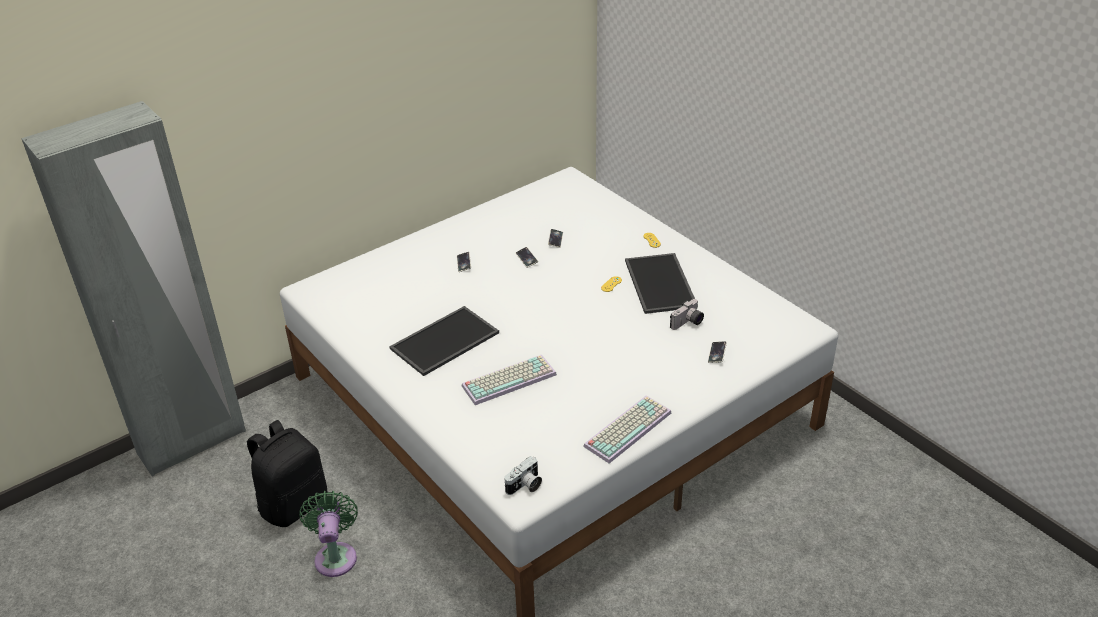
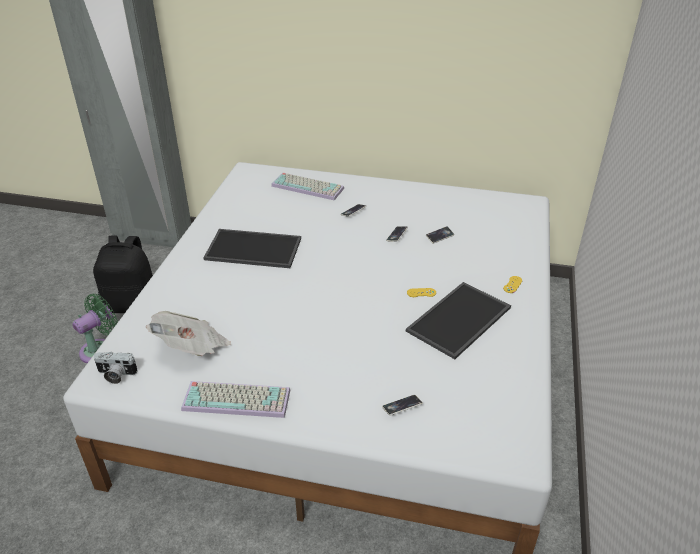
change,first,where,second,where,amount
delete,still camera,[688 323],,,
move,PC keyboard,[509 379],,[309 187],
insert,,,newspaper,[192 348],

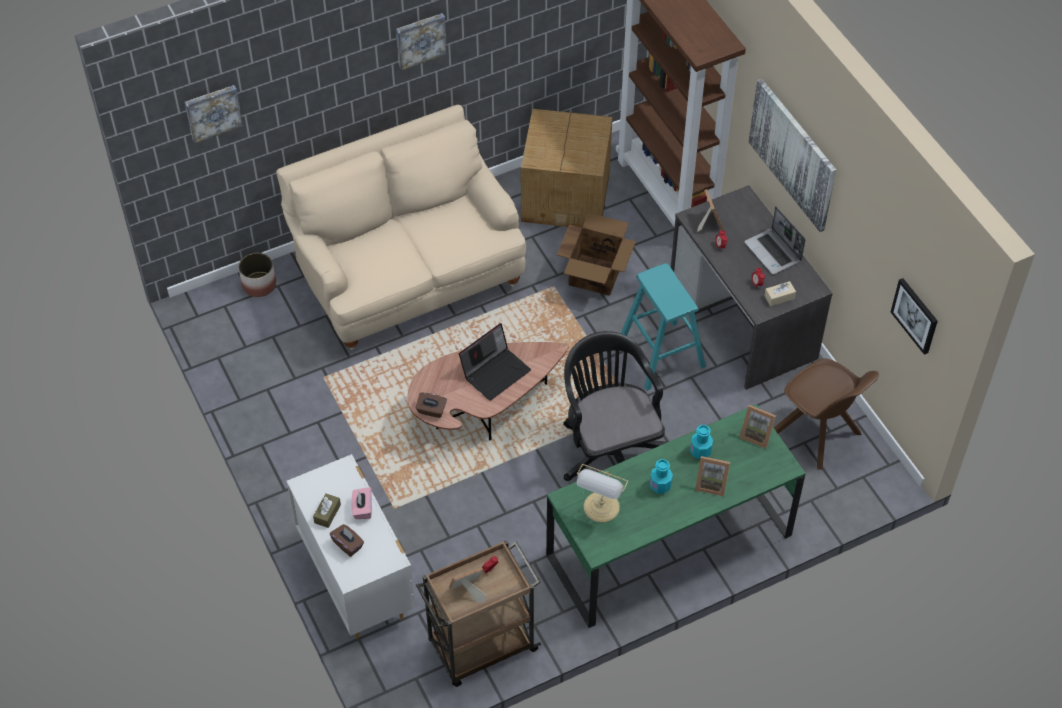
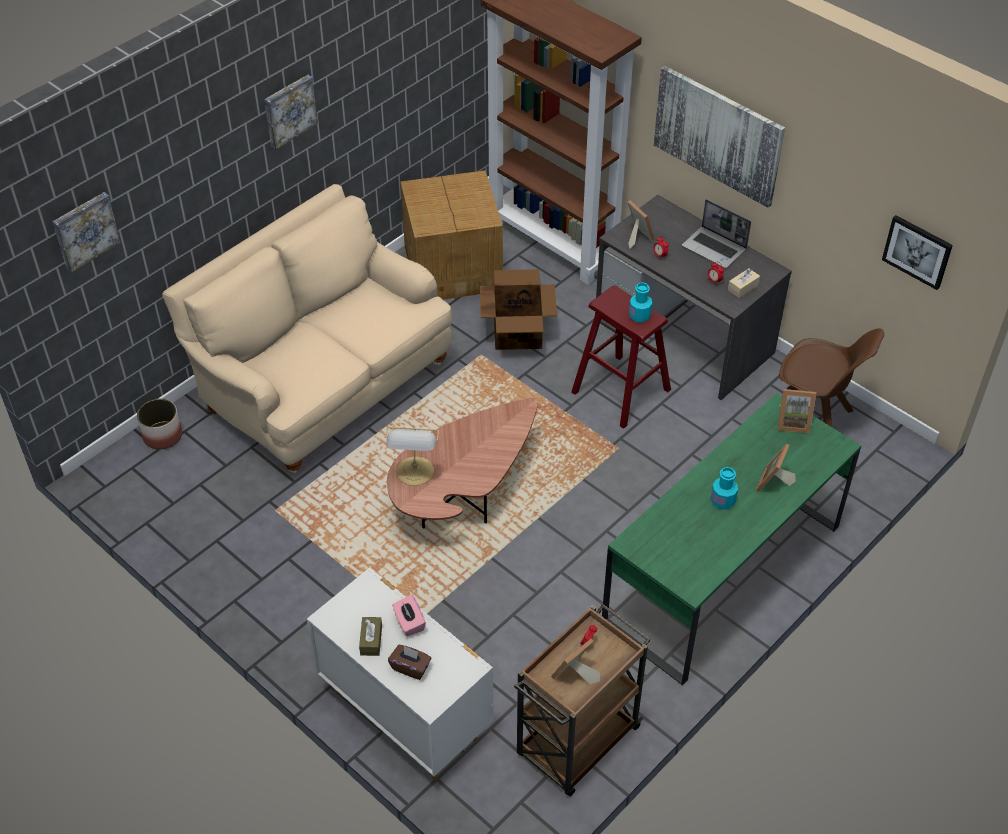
change,first,where,second,where,amount
recolor,stool seat in blue-green,[660 355],stool seat in red,[621 391],
delete,notebook computer,[495 372],,,
delete,computer chair in black,[609 449],,,
delete,box of tissues in brown-coloured,[431 410],,,
move,beverage bottle in blue-green,[700 451],,[639 316],
rotate,standing frame,[711 483],,[773 483],120 degrees clockwise
move,table lamp,[601 508],,[415 473],

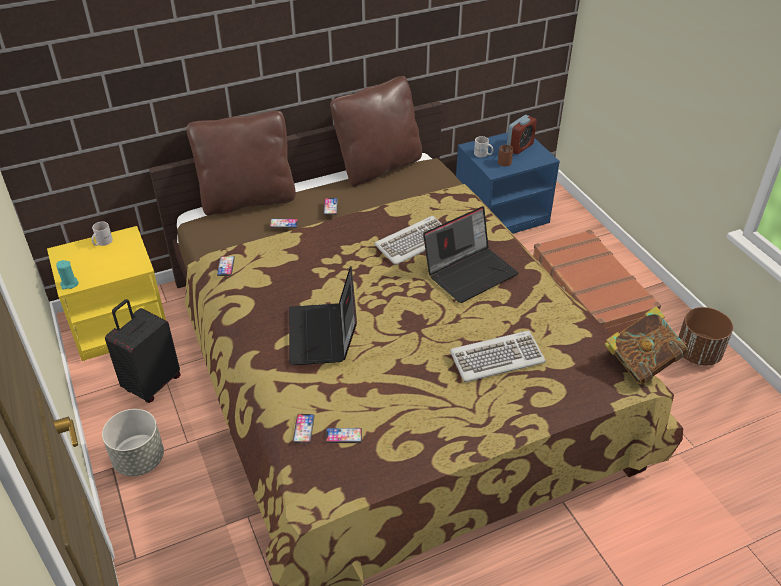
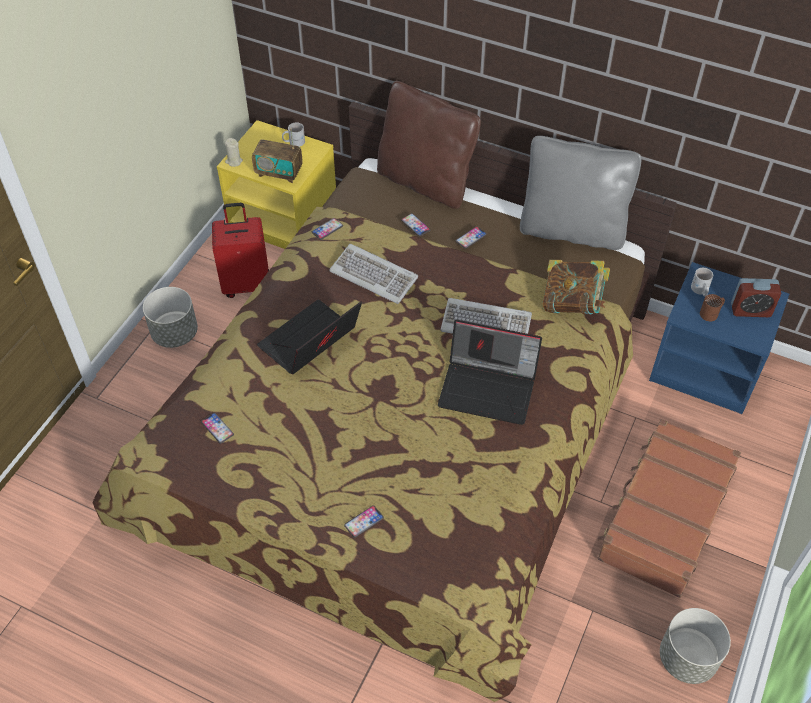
change,first,where,second,where,amount
recolor,cushion in brown-coloured,[378 167],cushion in grey,[572 230],
recolor,candle in blue-green,[69 284],candle in beige-coloured,[234 161],
recolor,piece of luggage in black,[152 384],piece of luggage in red,[247 284],
move,book,[641 363],,[572 303],
recolor,flower pot in brown-coloured,[698 353],flower pot in grey,[687 659],
move,PC keyboard,[497 358],,[374 275],
move,handset,[303 429],,[364 522],
insert,,,radio set,[279 173],

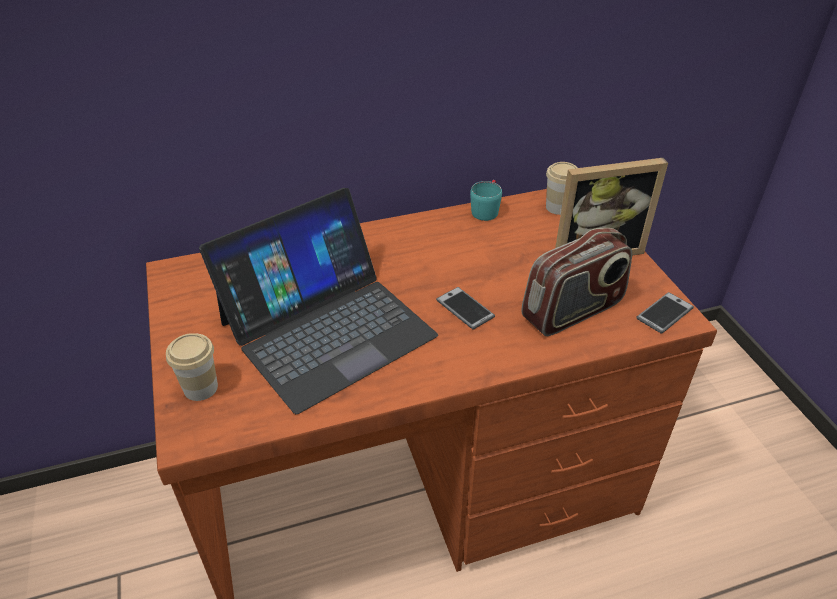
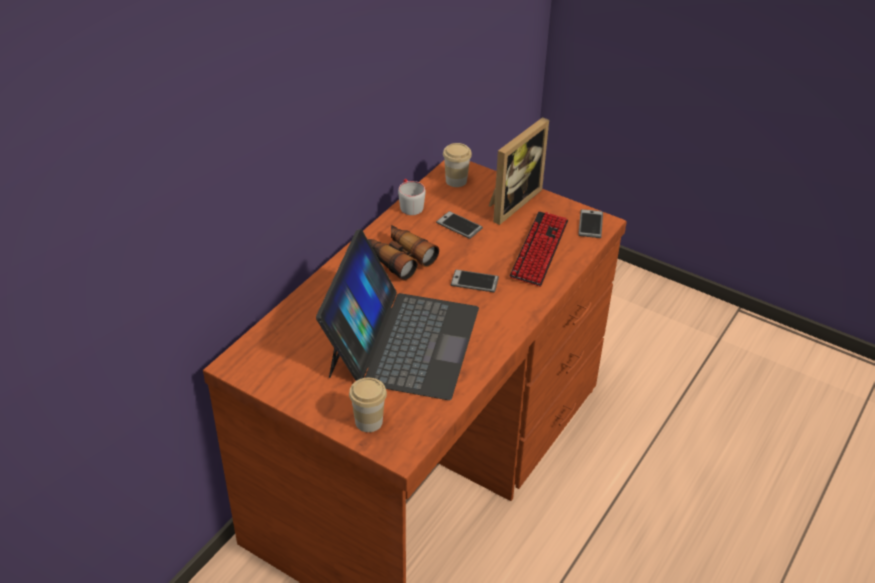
change,first,where,second,where,amount
recolor,coffee mug in blue-green,[486 209],coffee mug in grey,[409 205],
replace,radio set,[573 311],PC keyboard,[539 249],
insert,,,handset,[459 225],
insert,,,binoculars,[398 258],

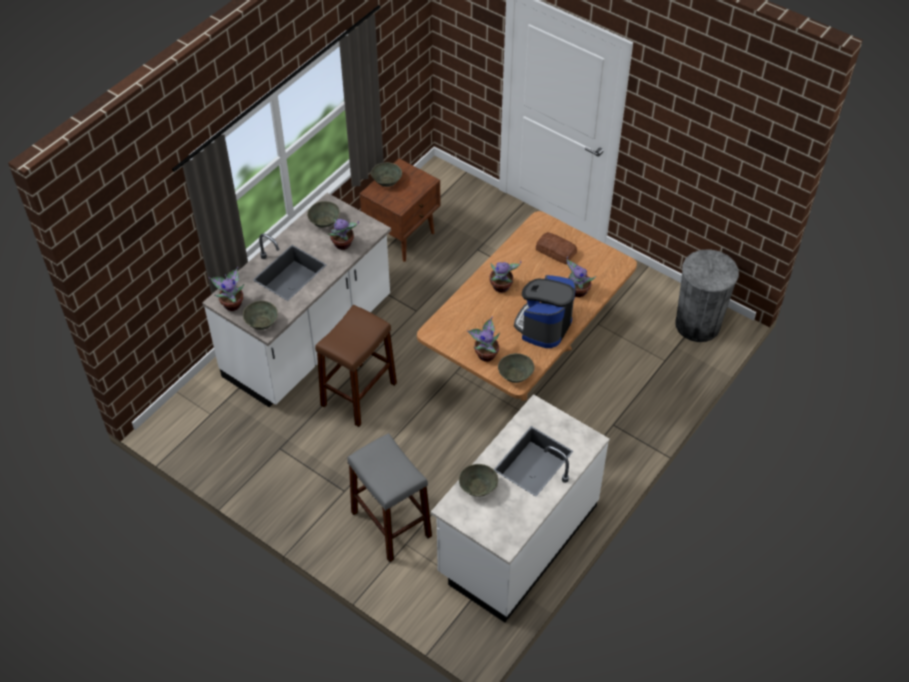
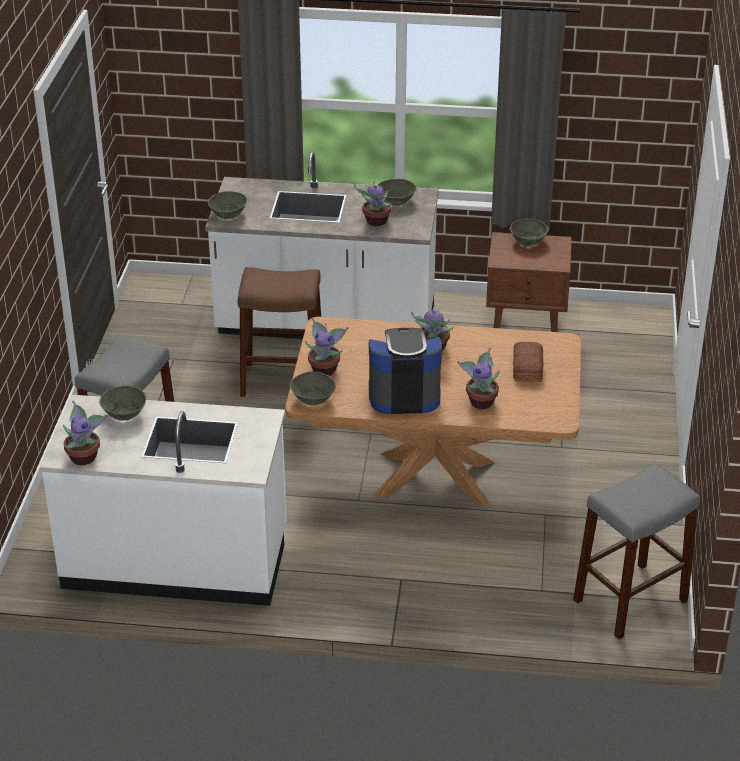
change,first,where,second,where,amount
replace,trash can in grey,[697 324],stool seat in grey,[630 600],
move,potted plant,[232 303],,[85 457],

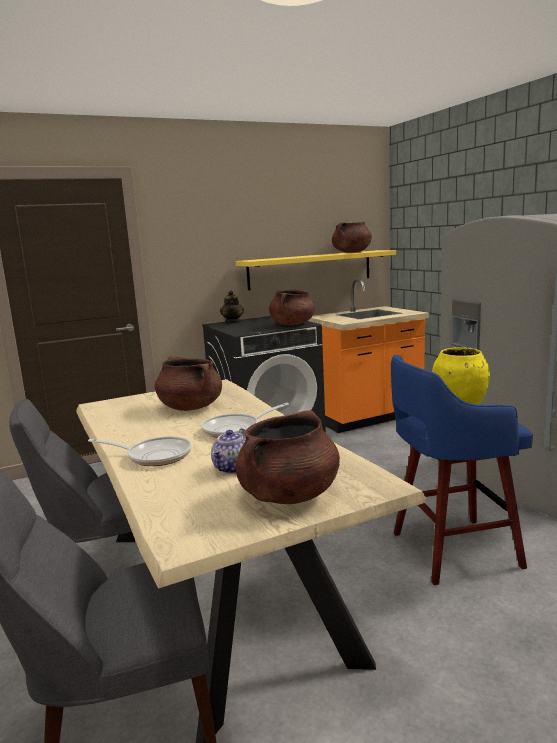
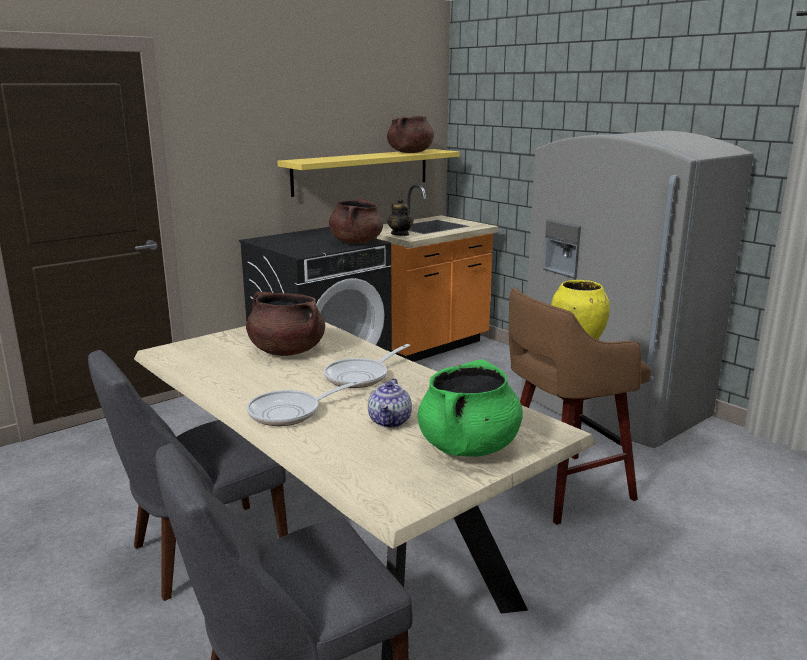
change,first,where,second,where,amount
move,teapot,[233 322],,[400 234],
recolor,stool seat in blue,[451 550],stool seat in brown-coloured,[562 488],
recolor,cooking pot in brown-coloured,[289 495],cooking pot in greenish,[468 447],
rotate,pan,[154 456],,[290 412],150 degrees clockwise

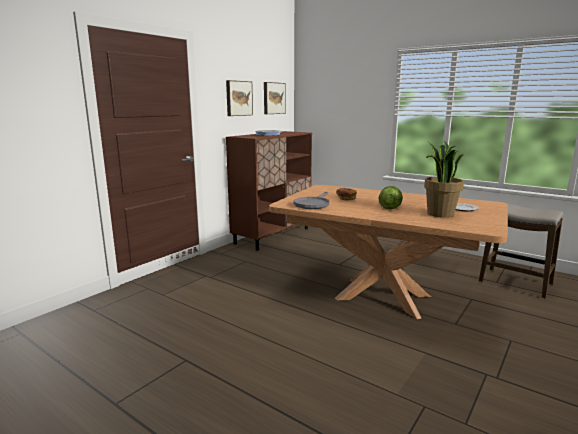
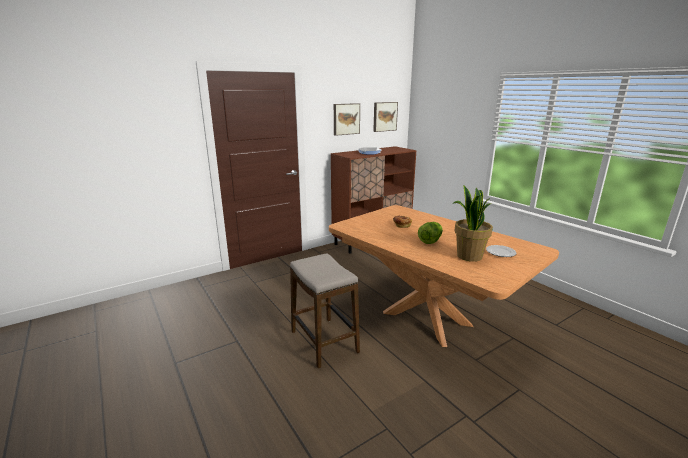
change,first,where,second,where,amount
delete,pan in grey,[313 204],,,
move,stool seat,[515 283],,[324 342],

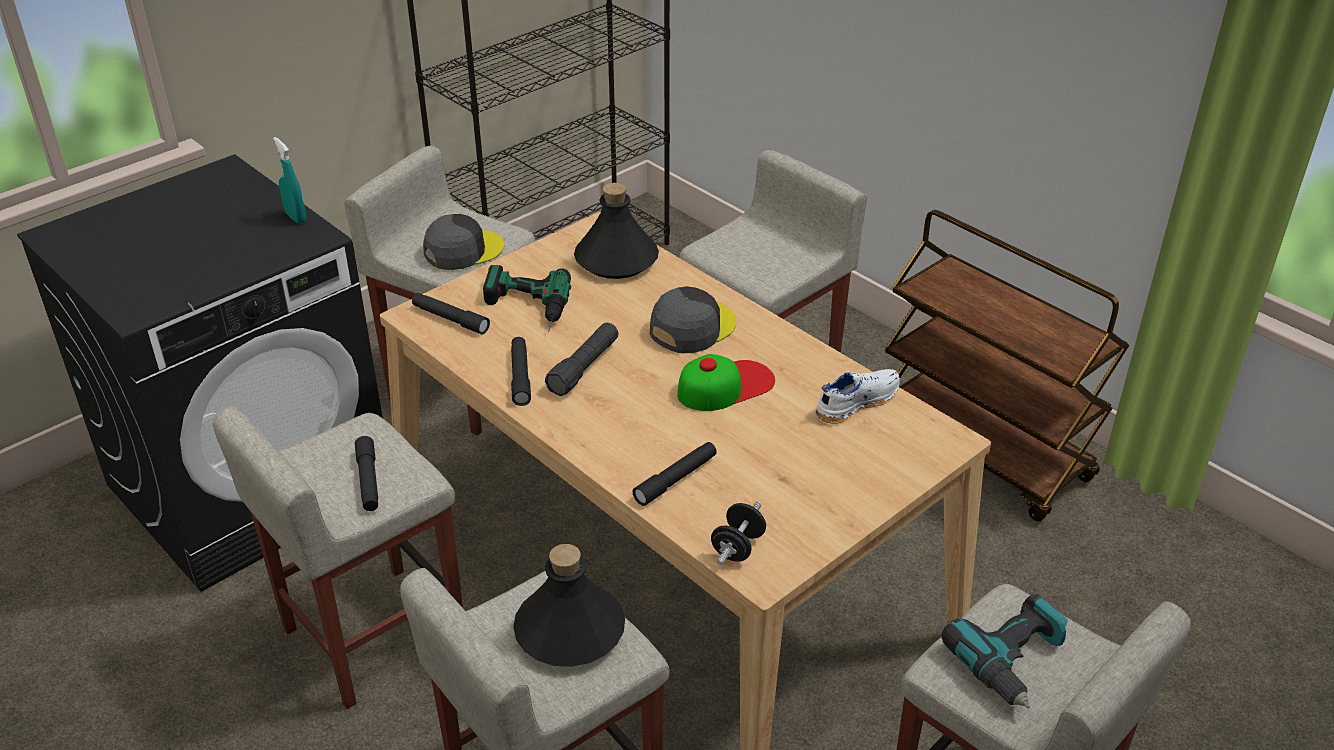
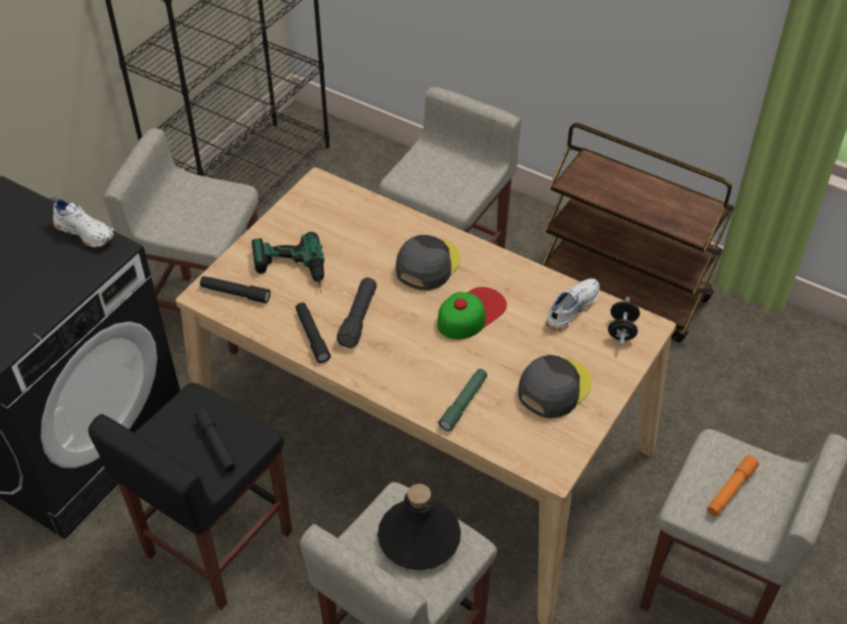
change,first,where,second,where,amount
replace,spray bottle in blue-green,[295 217],item of footwear in white-coloured,[86 232],
delete,beverage bottle in black,[615 260],,,
move,cap in grey,[463 250],,[554 388],
recolor,stool seat in beige-coloured,[371 636],stool seat in black,[217 545],
recolor,flashlight in black,[676 479],flashlight in greenish,[463 403],
move,free weight in black,[738 547],,[622 330],
replace,electric drill,[1013 661],flashlight in orange,[730 490],

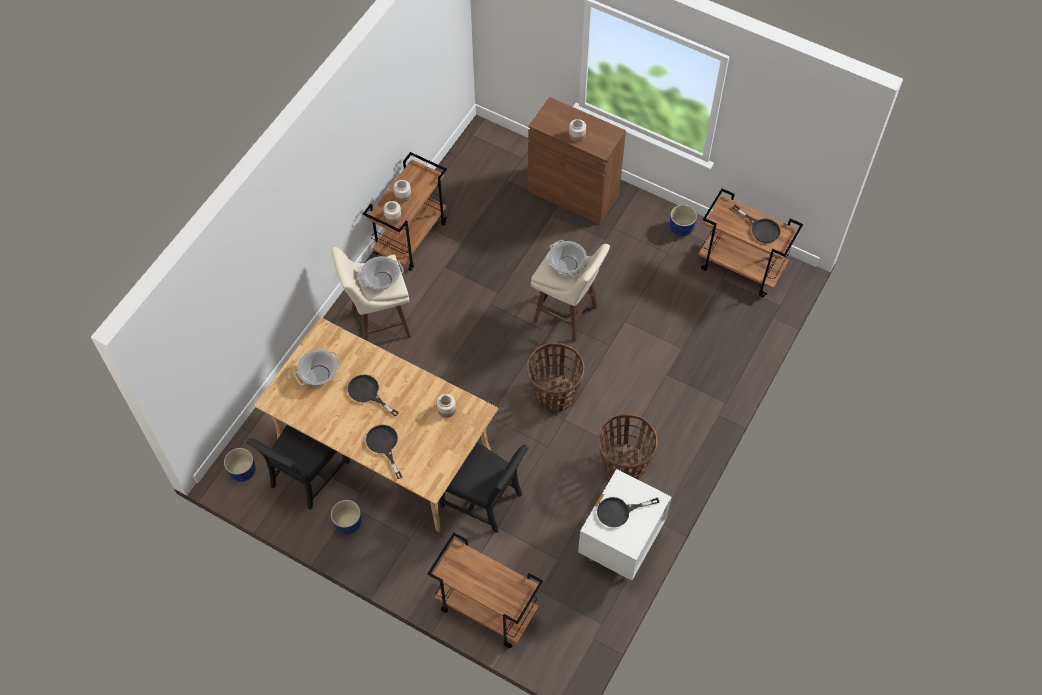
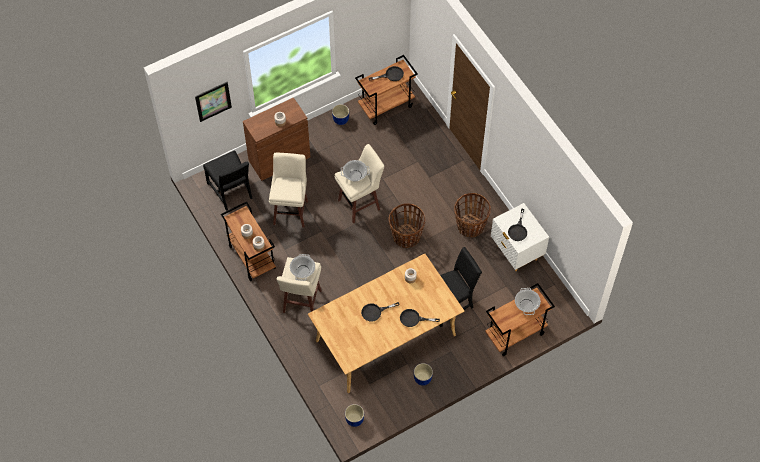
change,first,where,second,where,amount
move,cooking pot,[319 374],,[526 305],
move,upright chair in black,[307 475],,[231 191],
insert,,,wall picture,[213 101],
insert,,,stool seat in beige-coloured,[291 211],

